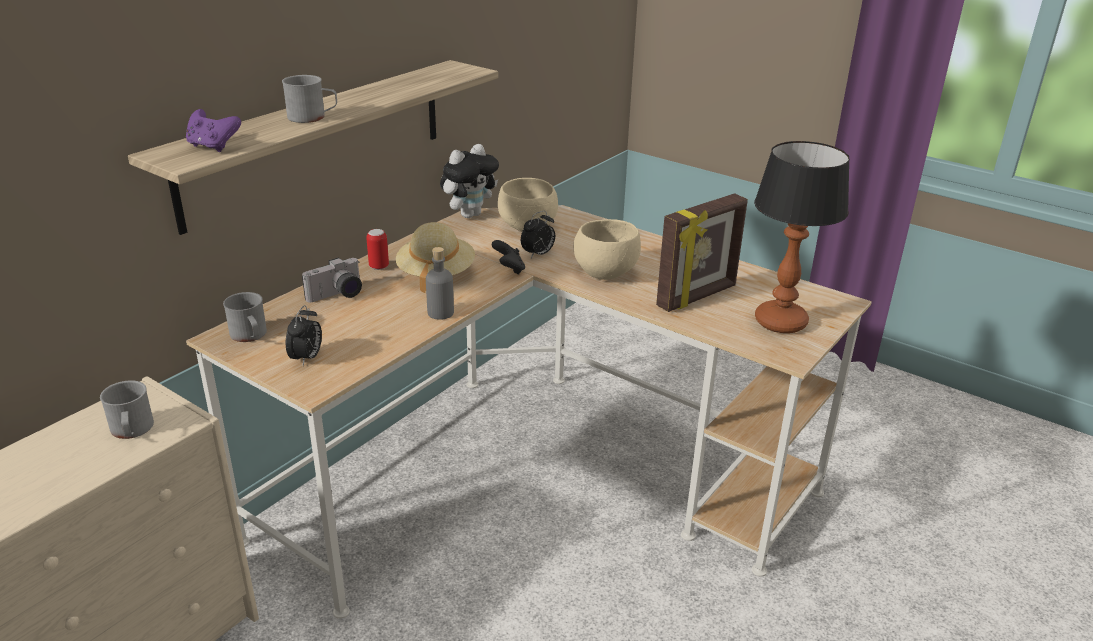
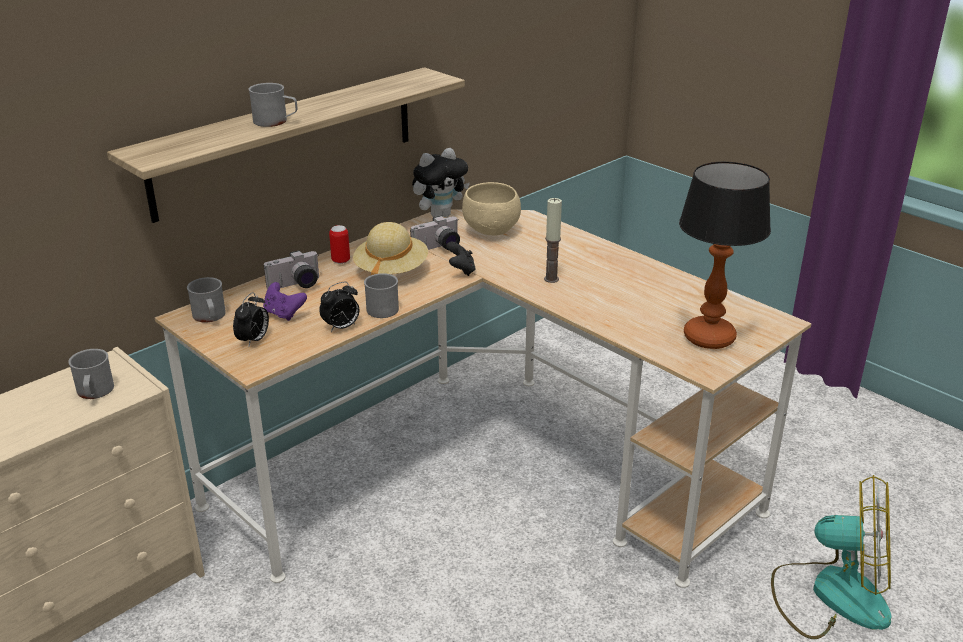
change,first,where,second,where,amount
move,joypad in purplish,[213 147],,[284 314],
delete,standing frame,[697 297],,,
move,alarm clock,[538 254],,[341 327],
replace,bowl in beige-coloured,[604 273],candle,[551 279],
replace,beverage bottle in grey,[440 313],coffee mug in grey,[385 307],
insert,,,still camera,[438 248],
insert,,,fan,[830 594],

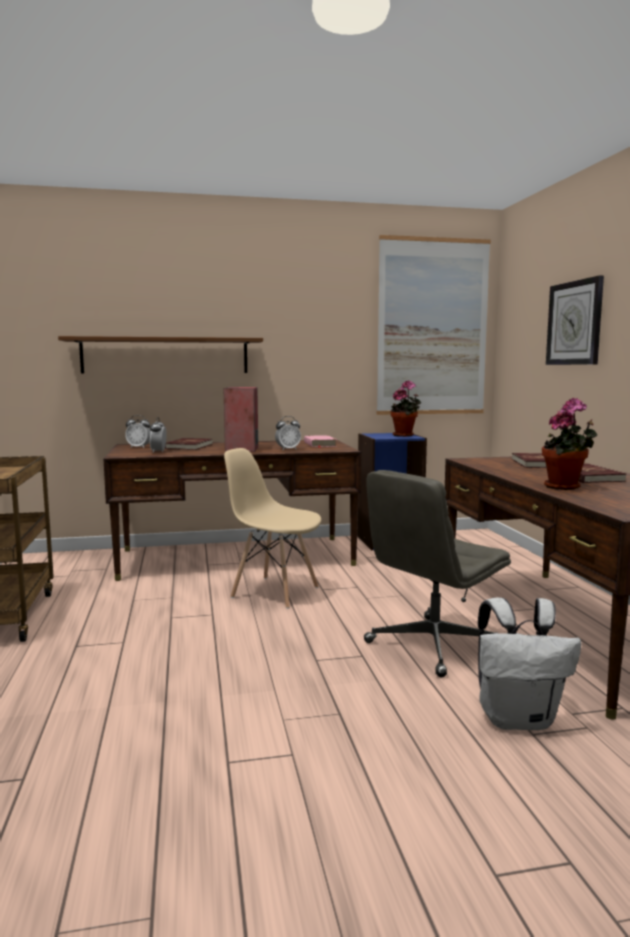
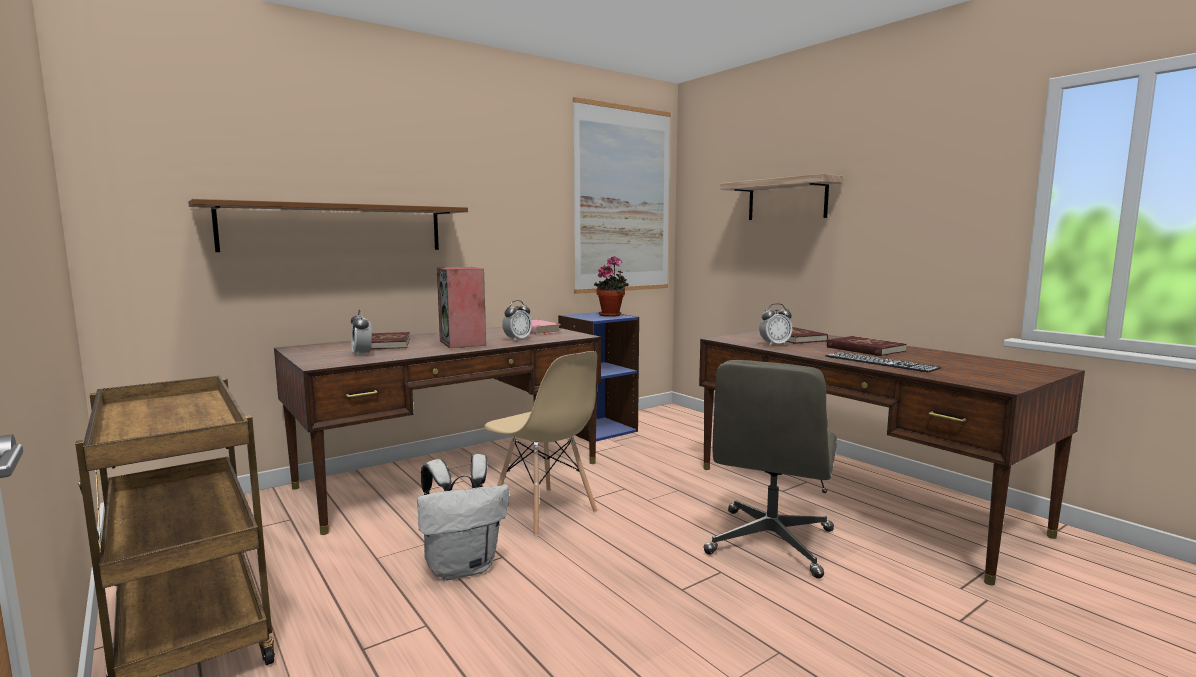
change,first,where,second,where,amount
replace,wall clock,[574 323],wall shelf,[787 199],
replace,potted plant,[565 487],PC keyboard,[880 362],
move,alarm clock,[139 447],,[774 344],
rotate,upright chair in beige-coloured,[274 592],,[544 512],135 degrees counterclockwise
move,knapsack in white-coloured,[518 719],,[463 567],

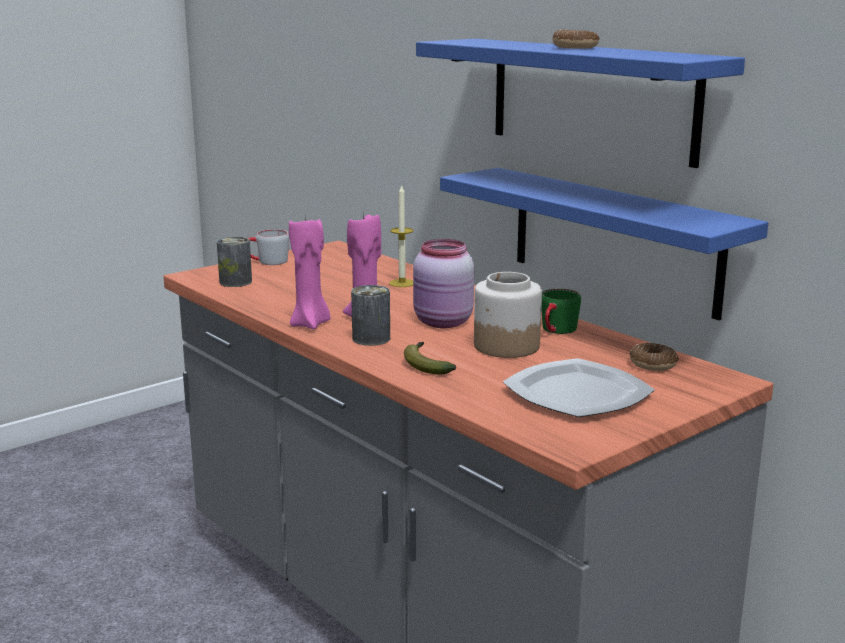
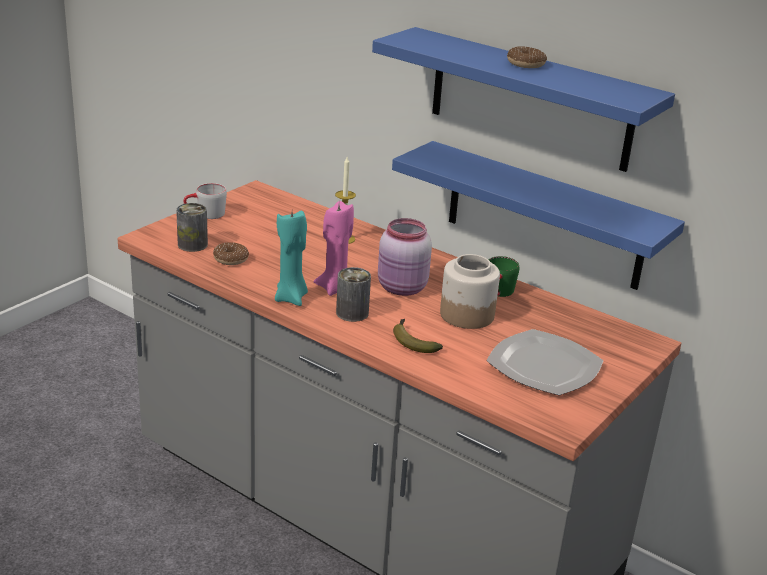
change,first,where,second,where,amount
recolor,candle in pinkish,[311 324],candle in blue-green,[291 298],
move,ring doughnut,[653 364],,[231 259],

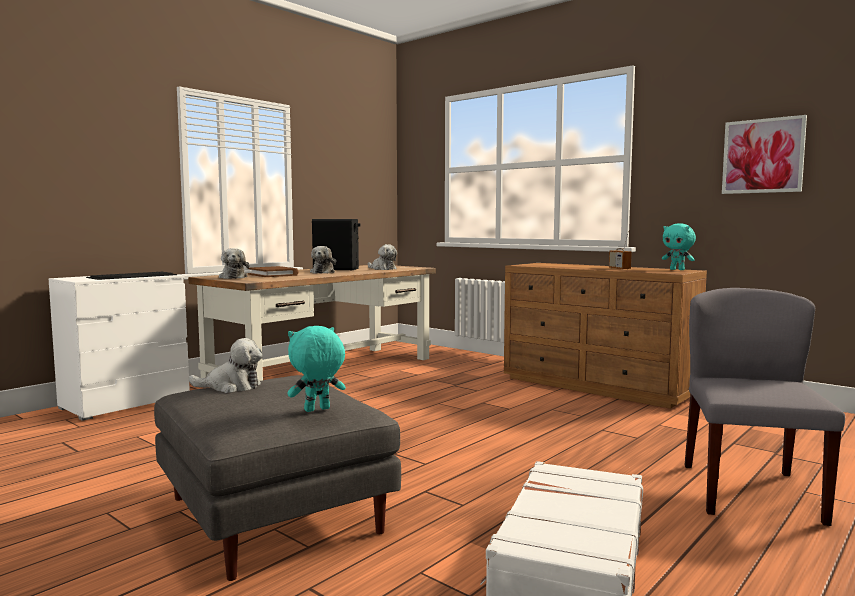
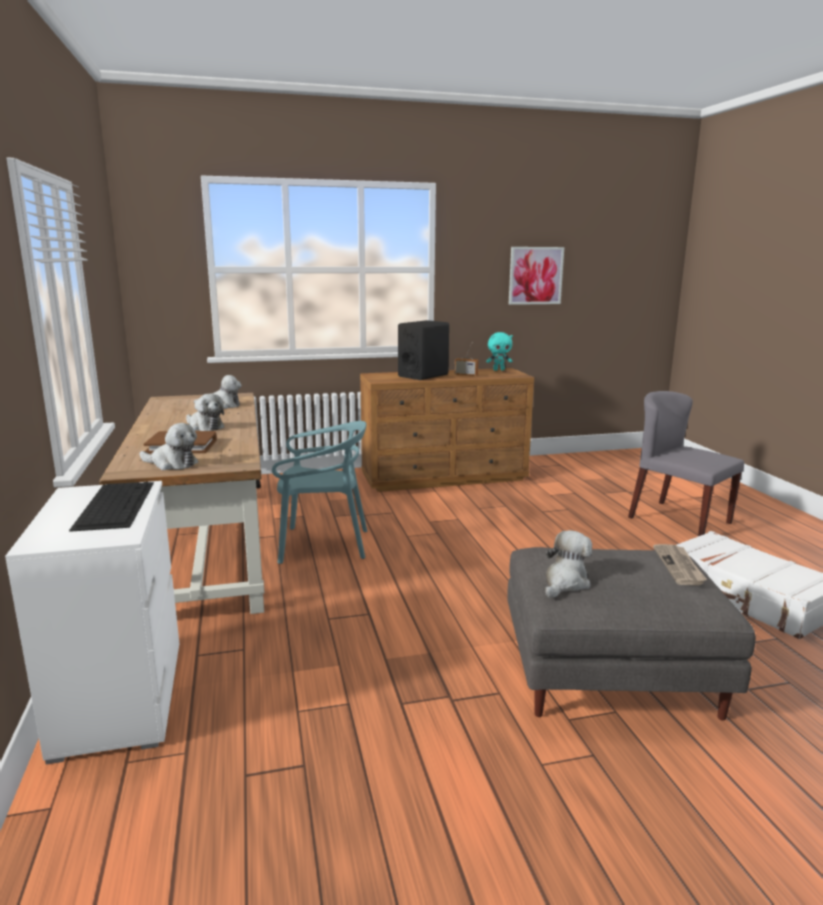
change,first,where,second,where,amount
move,loudspeaker in black,[336 269],,[423 375],
replace,cuddly toy in blue-green,[317 410],newspaper,[679 566],
insert,,,upright chair in blue-green,[323 545],

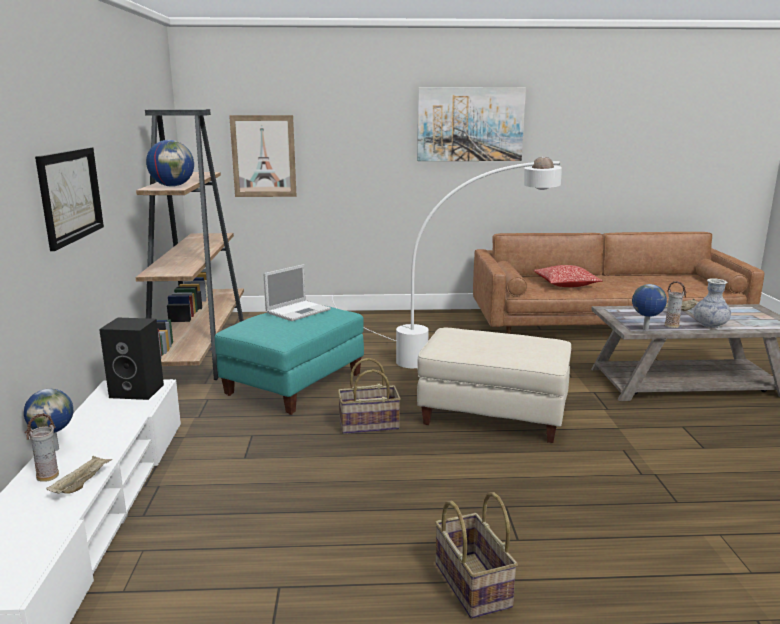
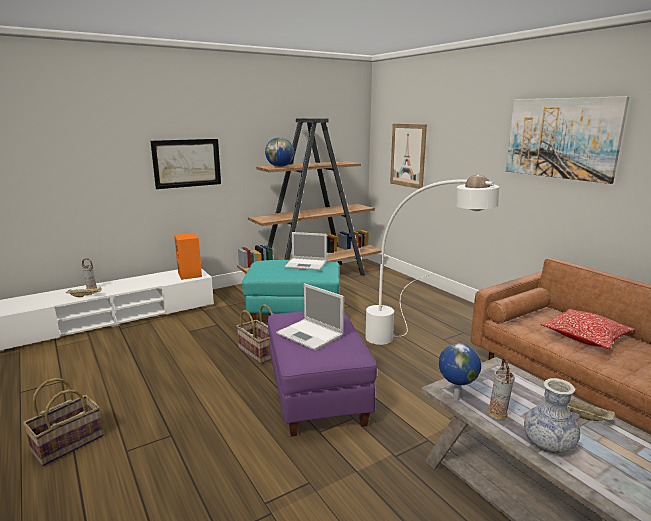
change,first,where,second,where,amount
recolor,loudspeaker in black,[138 391],loudspeaker in orange,[190 275],
recolor,ottoman in beige-coloured,[493 415],ottoman in purplish,[318 395],
delete,globe,[56 448],,,
insert,,,notebook computer,[311 335],

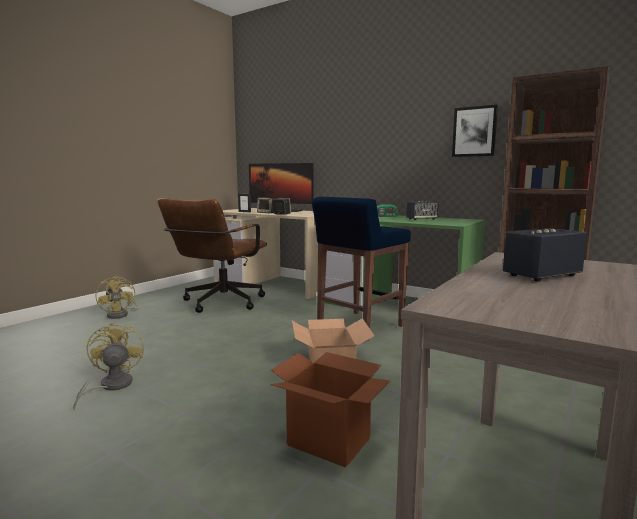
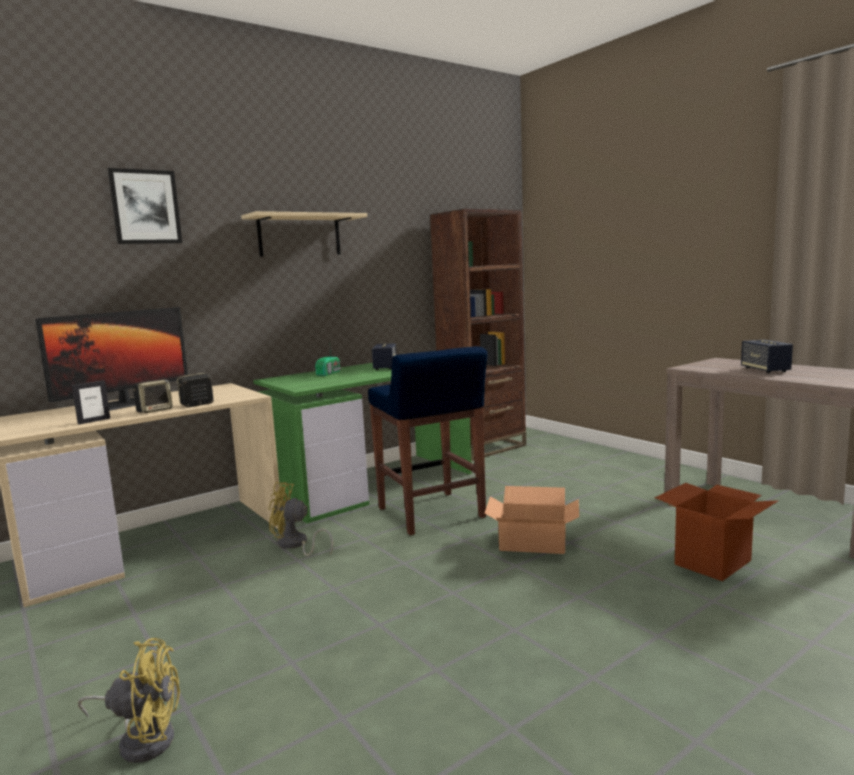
change,first,where,second,where,amount
move,wall picture,[474 131],,[145 207],
delete,computer chair in brown-coloured,[219 304],,,
move,fan in yellow,[110 387],,[295 545],
insert,,,wall shelf in beige-coloured,[299 235],

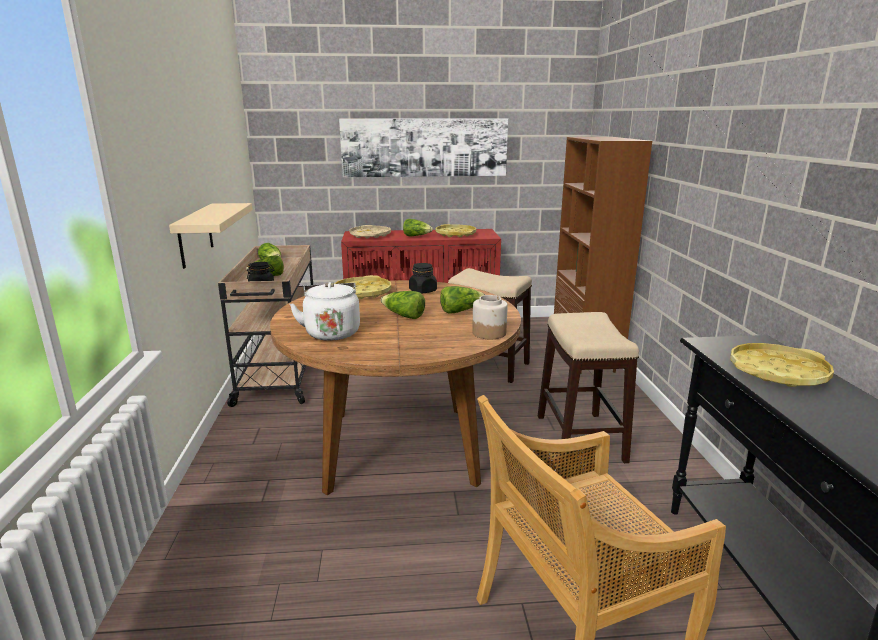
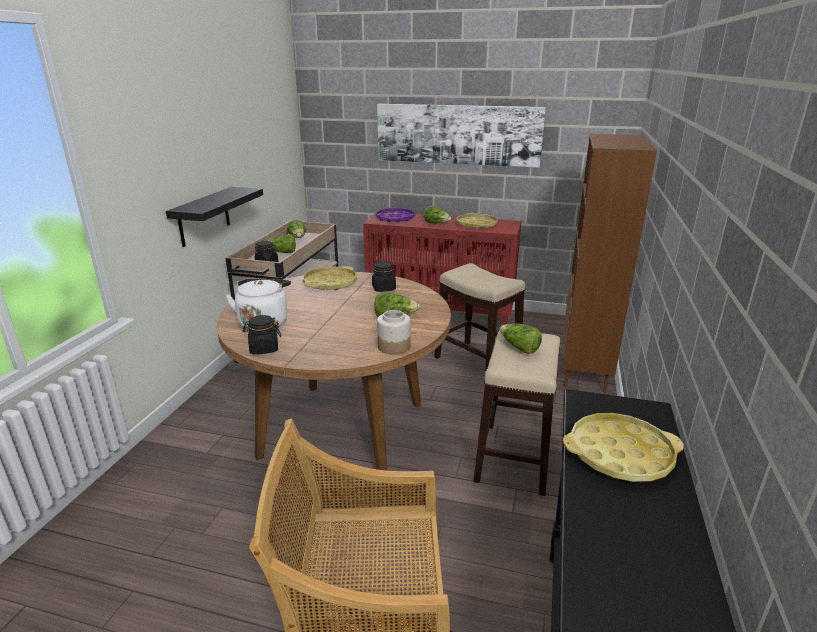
change,first,where,second,where,amount
recolor,wall shelf in beige-coloured,[195 235],wall shelf in black,[204 216],
recolor,carrying tray in beige-coloured,[370 235],carrying tray in purplish,[395 219],
move,lettuce head,[403 316],,[519 347],
insert,,,storage jar in black,[264 349],

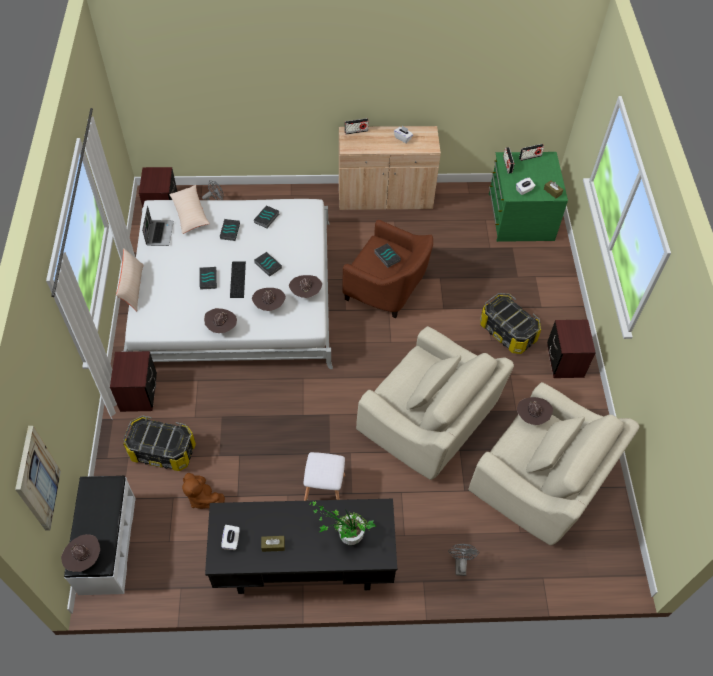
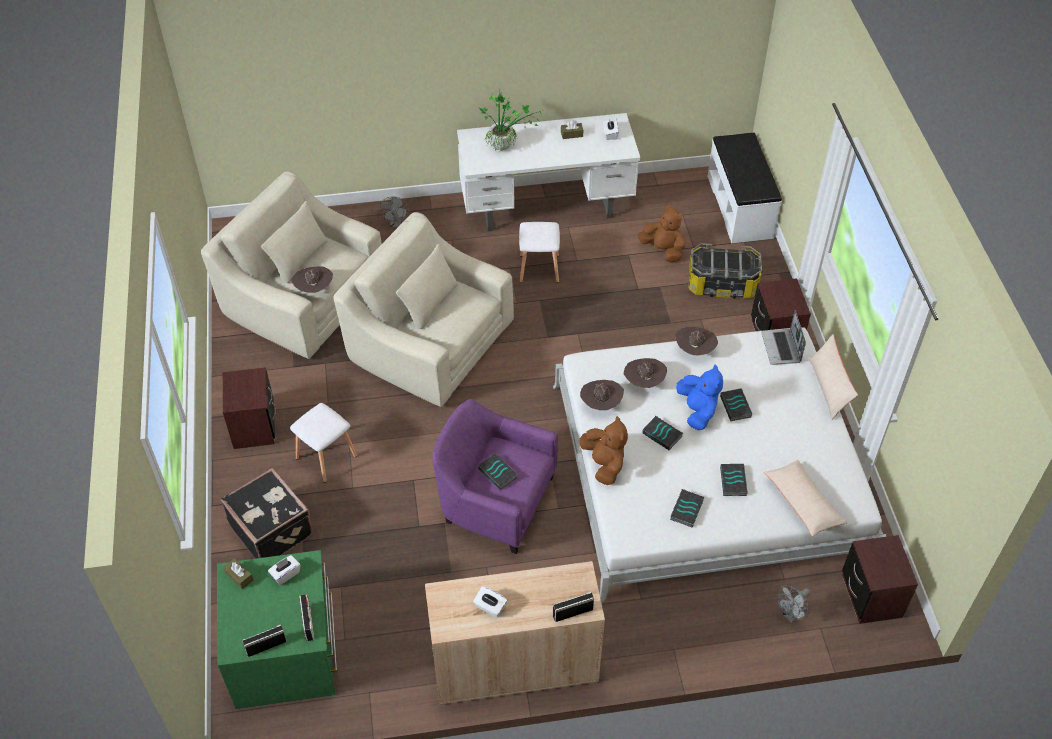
change,first,where,second,where,amount
move,notebook computer,[159 233],,[781 348],
recolor,easy chair in brown-coloured,[387 288],easy chair in purplish,[495 501],
replace,PC keyboard,[237 279],cuddly toy in blue,[697 411],
replace,storage box,[508 332],stool seat in white-coloured,[325 457],
delete,wall picture,[37 479],,,
recolor,desk table in black,[303 568],desk table in white-coloured,[547 207],
delete,hat in brown-coloured,[84 558],,,
insert,,,cuddly toy in brown-coloured,[604 464],
insert,,,piece of luggage in black,[272 528],

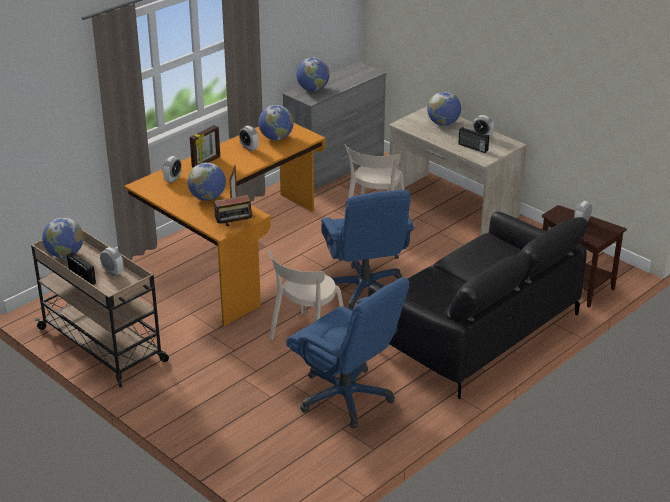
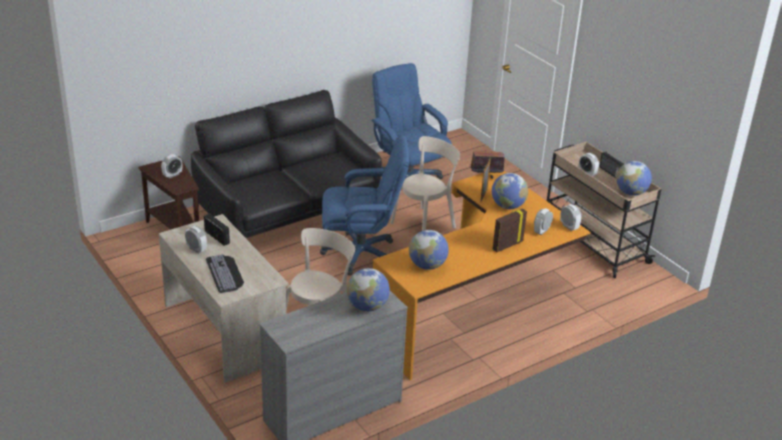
change,first,where,second,where,amount
replace,globe,[443 123],PC keyboard,[226 273],
move,alarm clock,[249 148],,[569 226],
rotate,computer chair in blue,[365 290],,[361 254],90 degrees clockwise

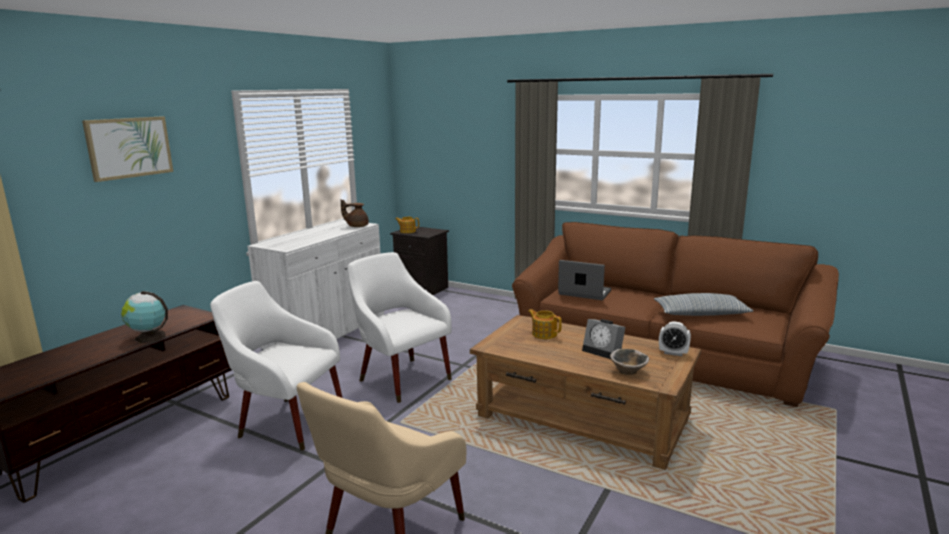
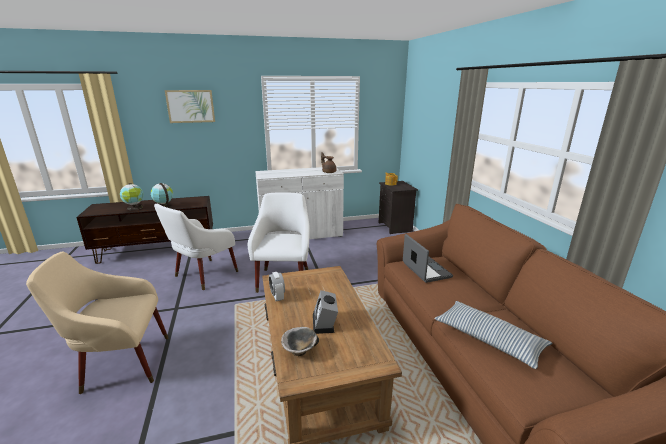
change,first,where,second,where,amount
rotate,easy chair in white-coloured,[287 421],,[203 275],120 degrees counterclockwise
delete,teapot,[544 334],,,
move,alarm clock,[673 353],,[277 297],
insert,,,globe,[135 208],

